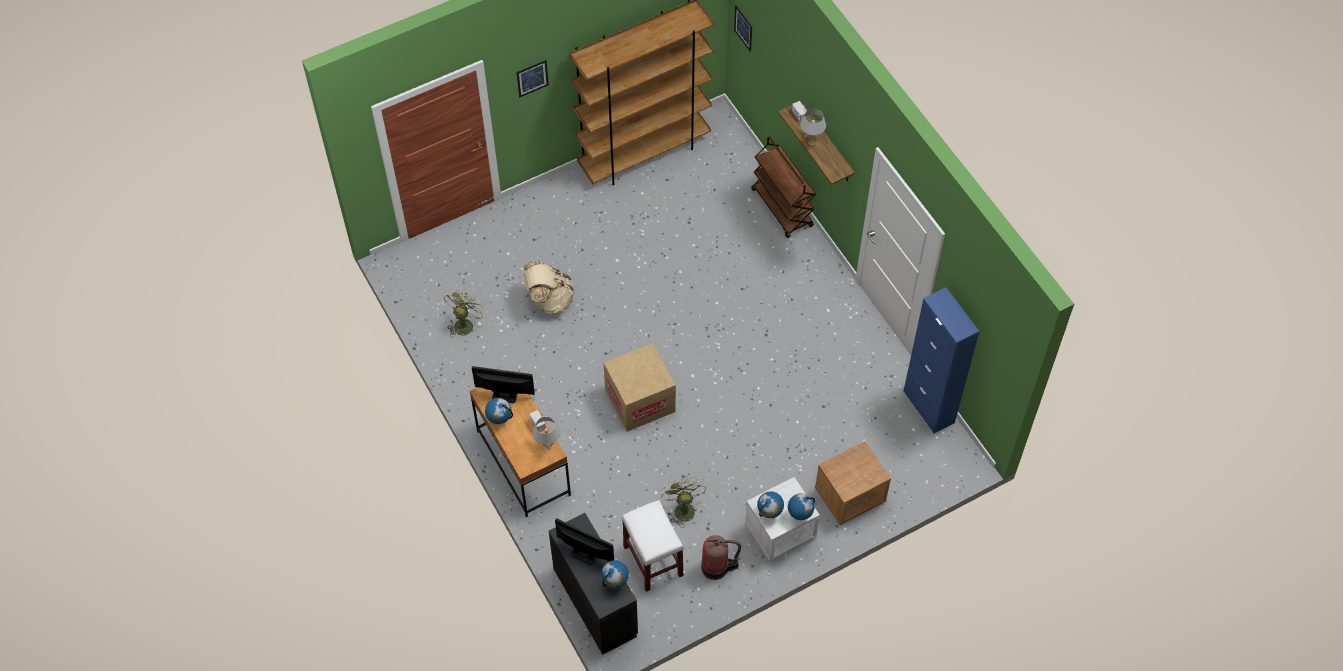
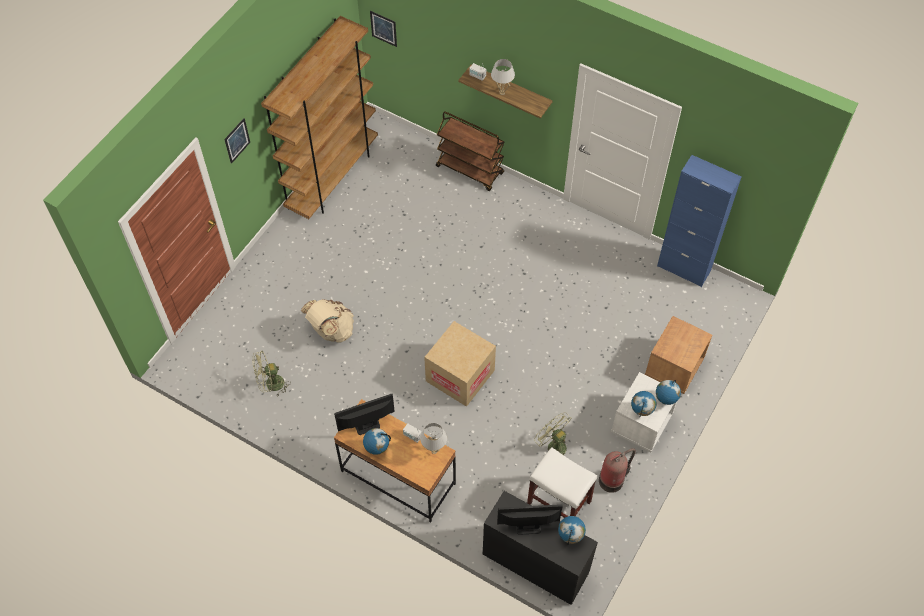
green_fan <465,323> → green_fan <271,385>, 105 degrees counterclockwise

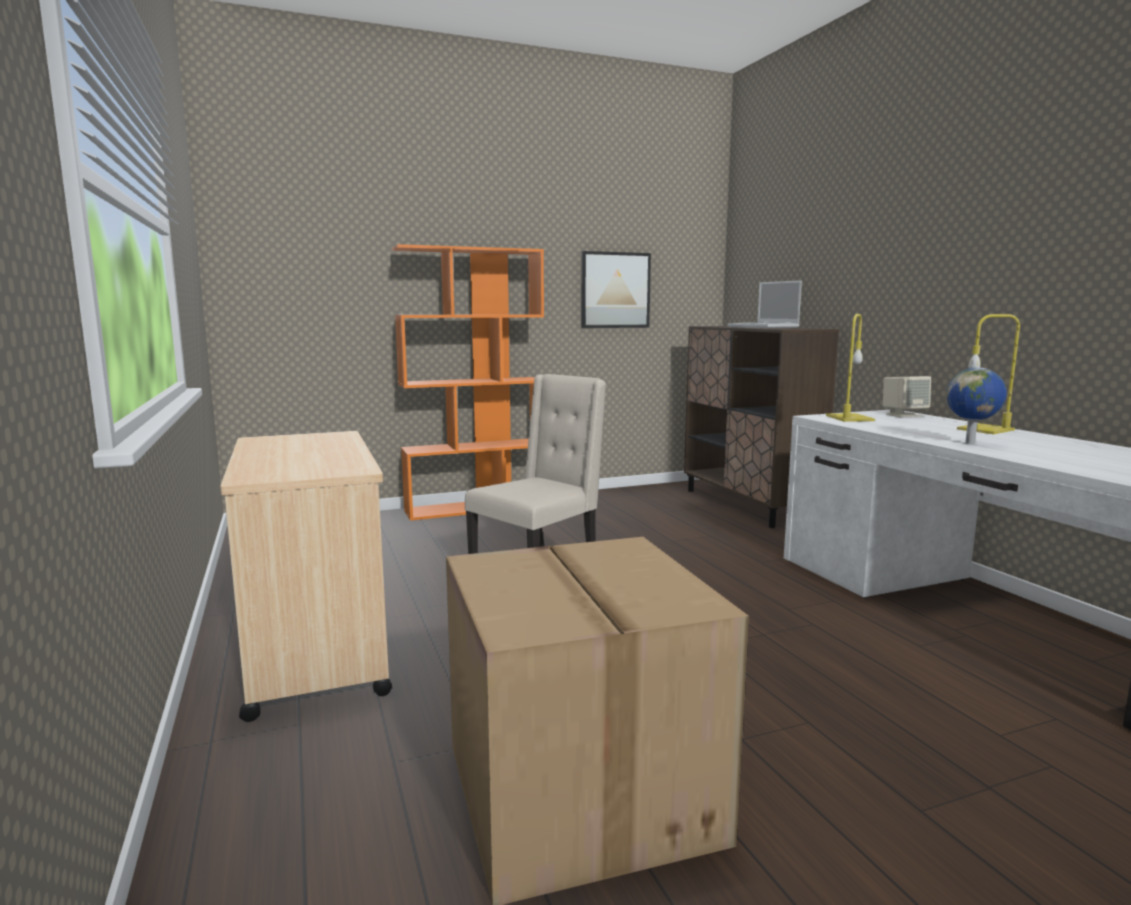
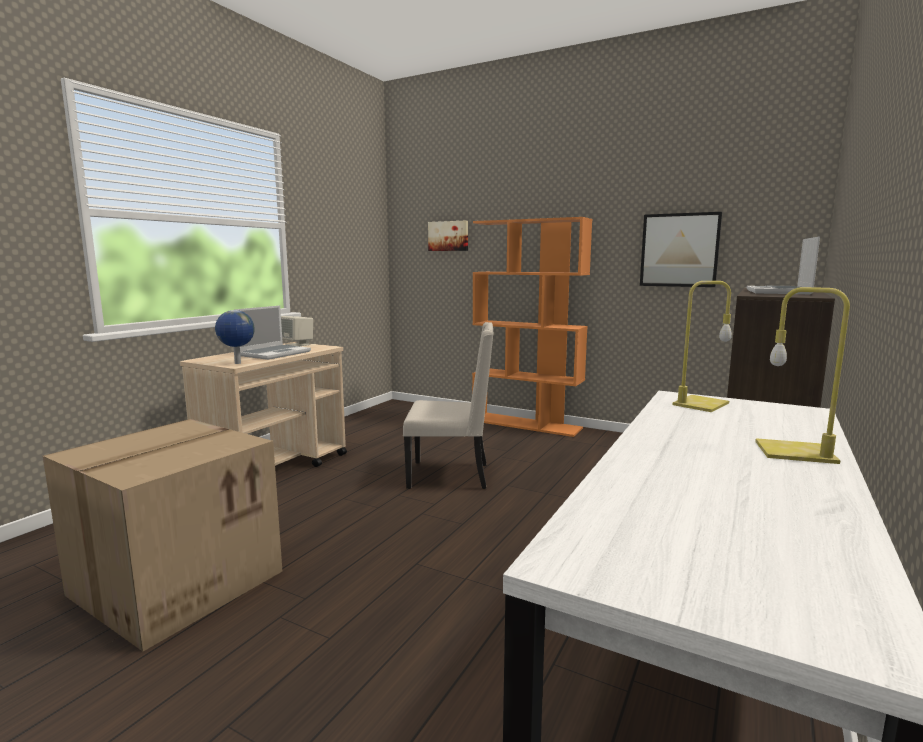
globe <971,444> → globe <237,363>, moved
beige_speaker <904,415> → beige_speaker <298,345>, moved
- → picture <448,236>
- → laptop <274,353>

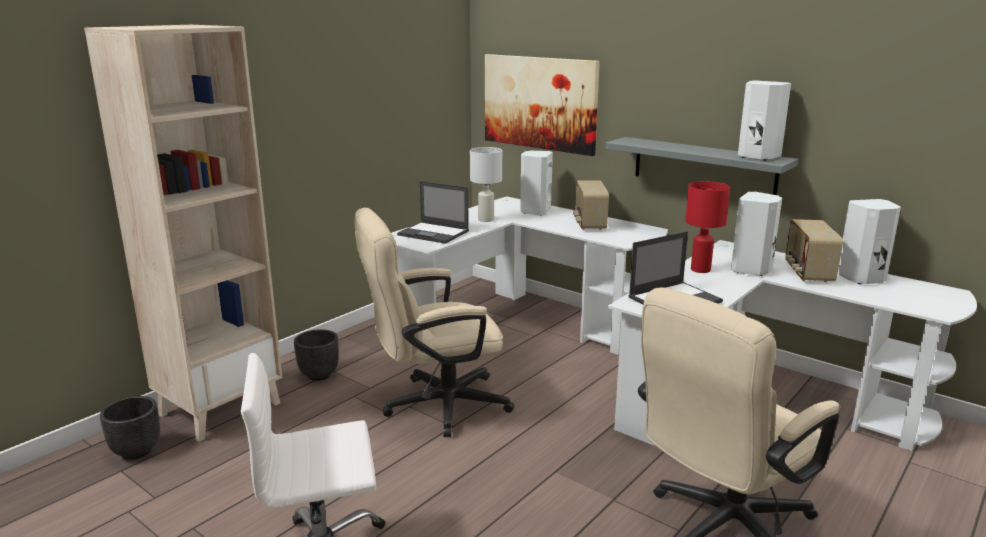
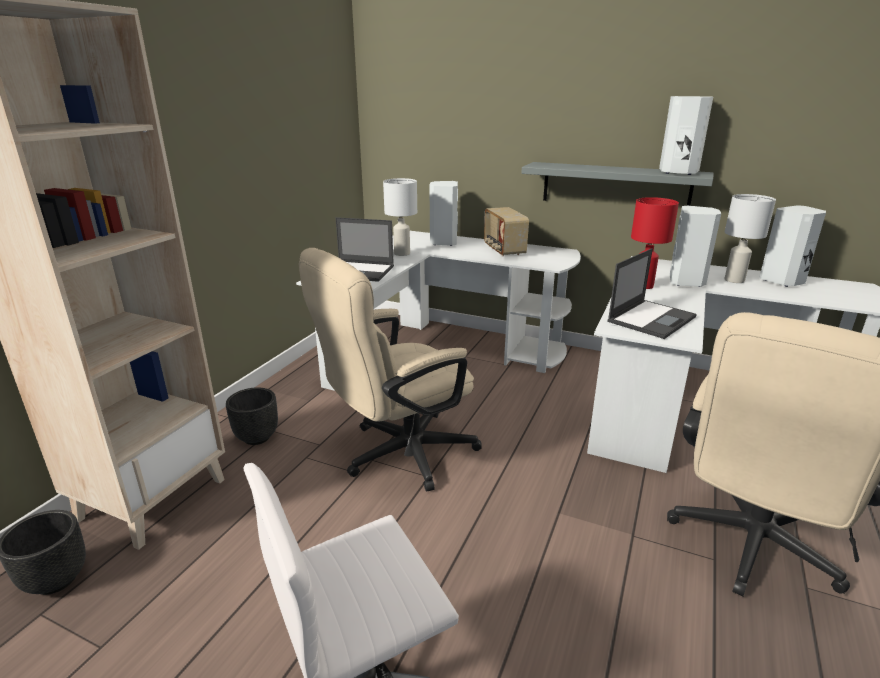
picture <539,103> → -
radio <807,273> → white_table_lamp <735,280>

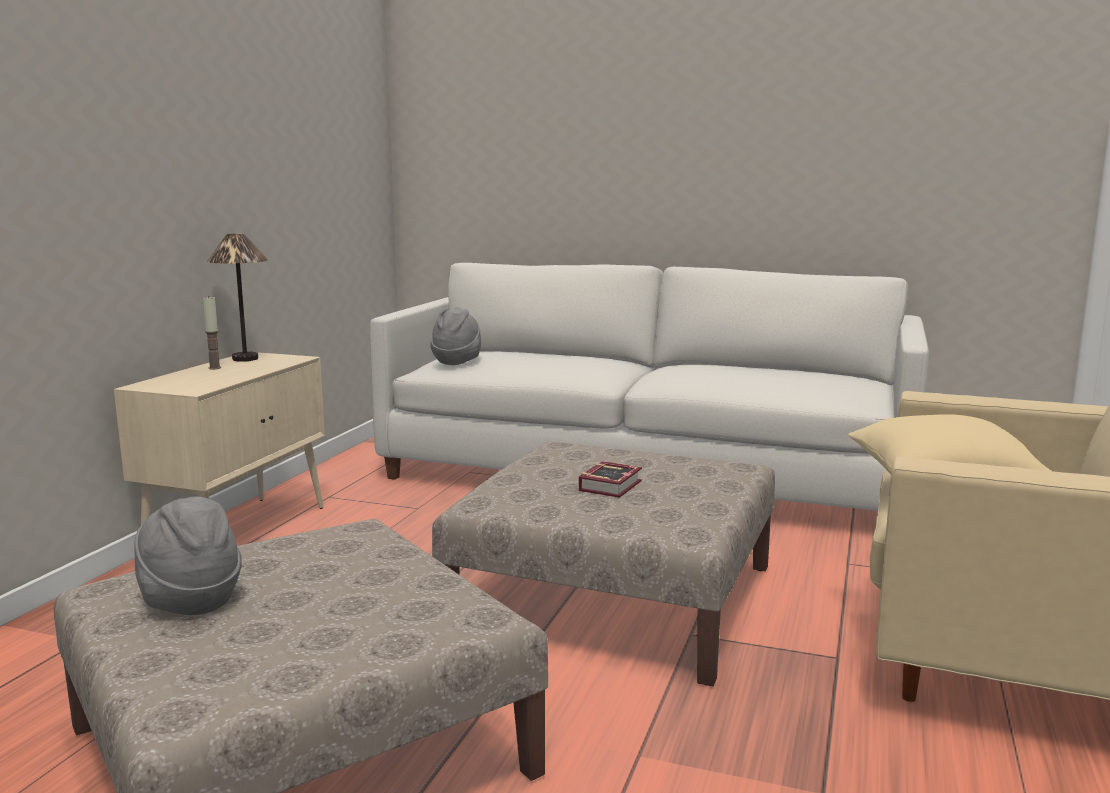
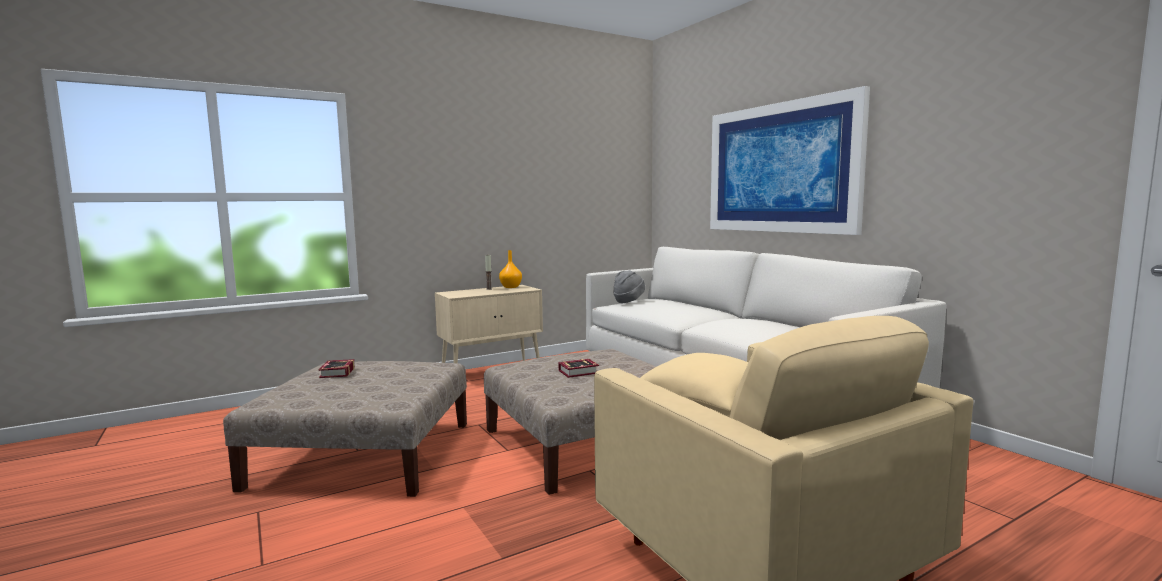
table_lamp <246,359> → orange_vase <511,287>
grey_hat <189,600> → book <336,373>
- → picture <780,168>

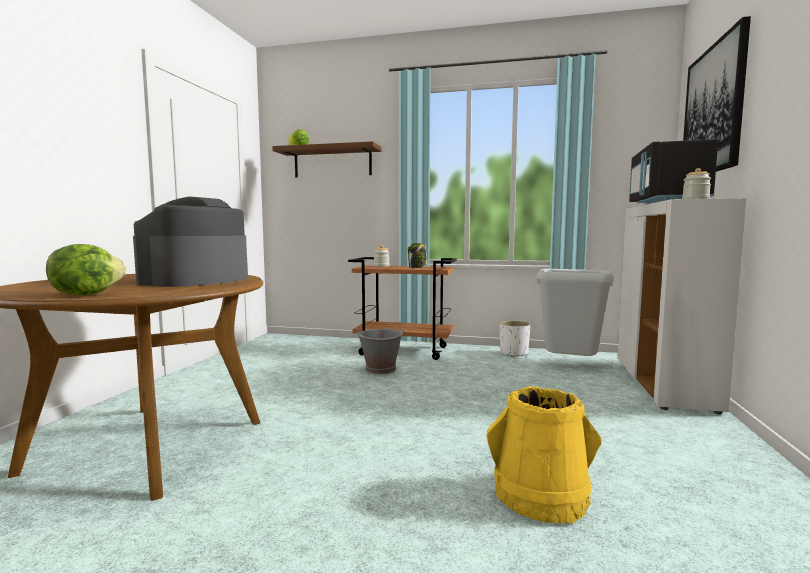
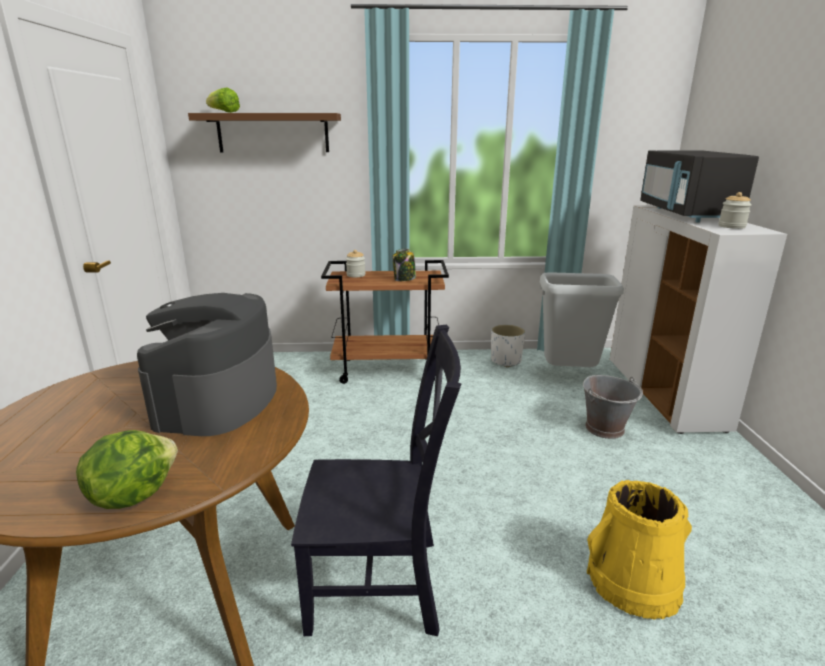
picture <713,110> → -
grey_bucket <381,369> → grey_bucket <605,428>, moved
- → black_chair <381,585>

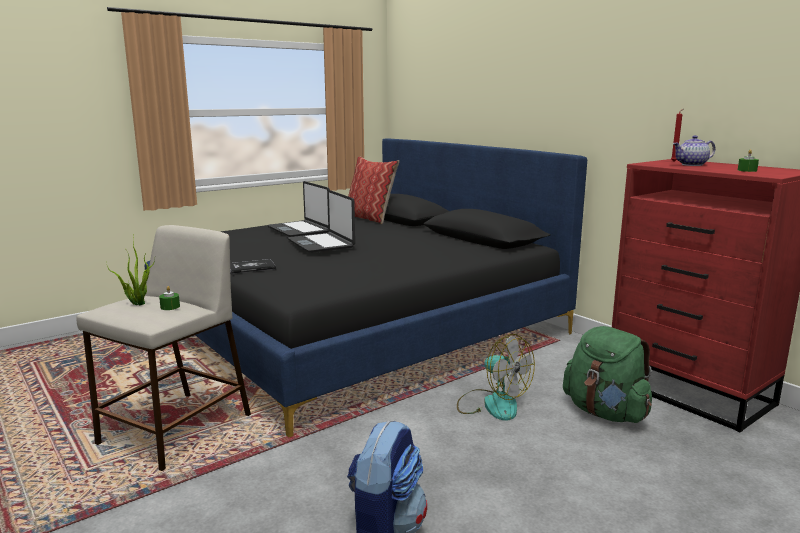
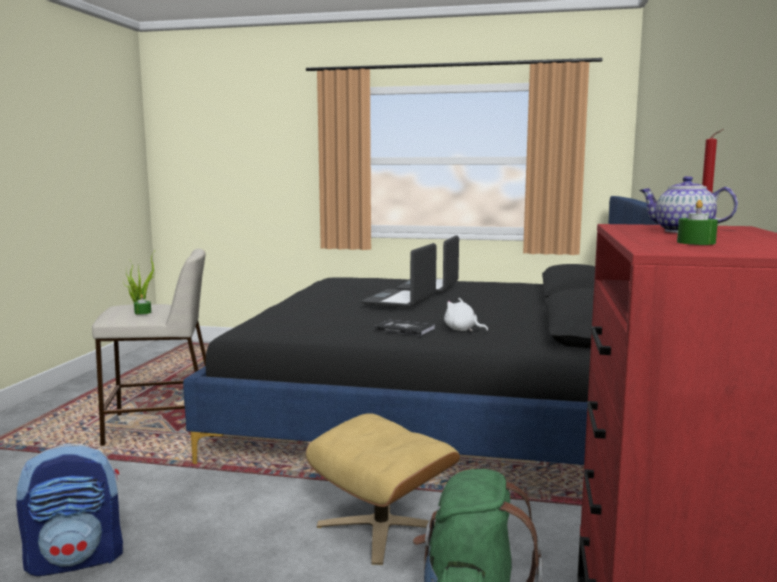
pillow <370,218> → -
book <251,267> → book <404,329>, moved
fan <492,404> → beige_ottoman <382,526>
- → white_plush_toy <462,330>

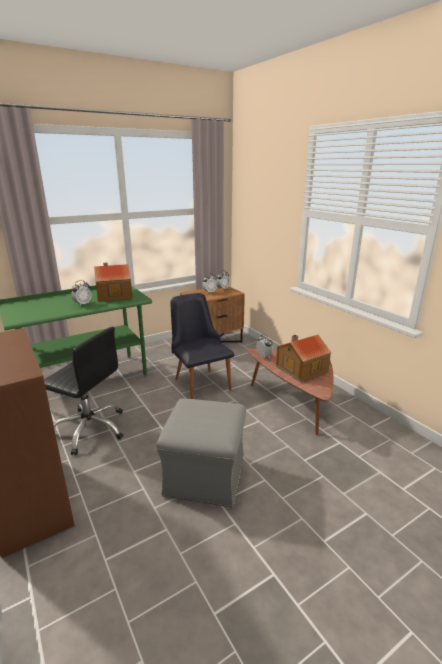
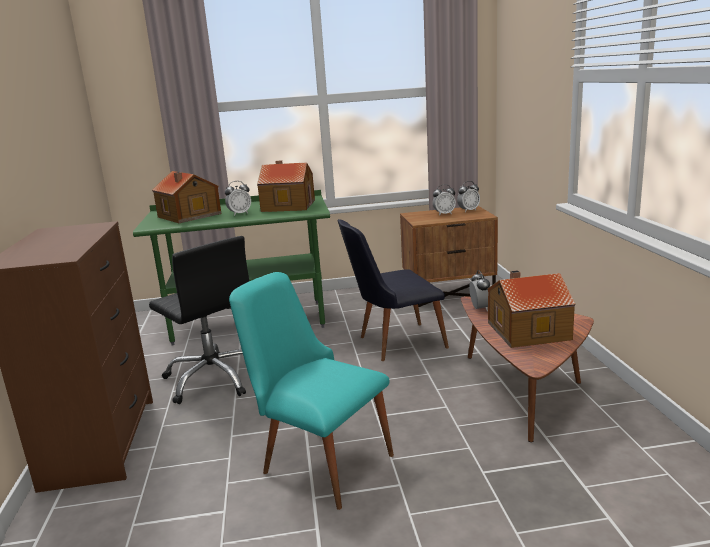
black_chair <200,381> → black_chair <393,343>, 105 degrees counterclockwise
grey_ottoman <205,475> → turquoise_chair <318,459>
- → toy_house <188,216>

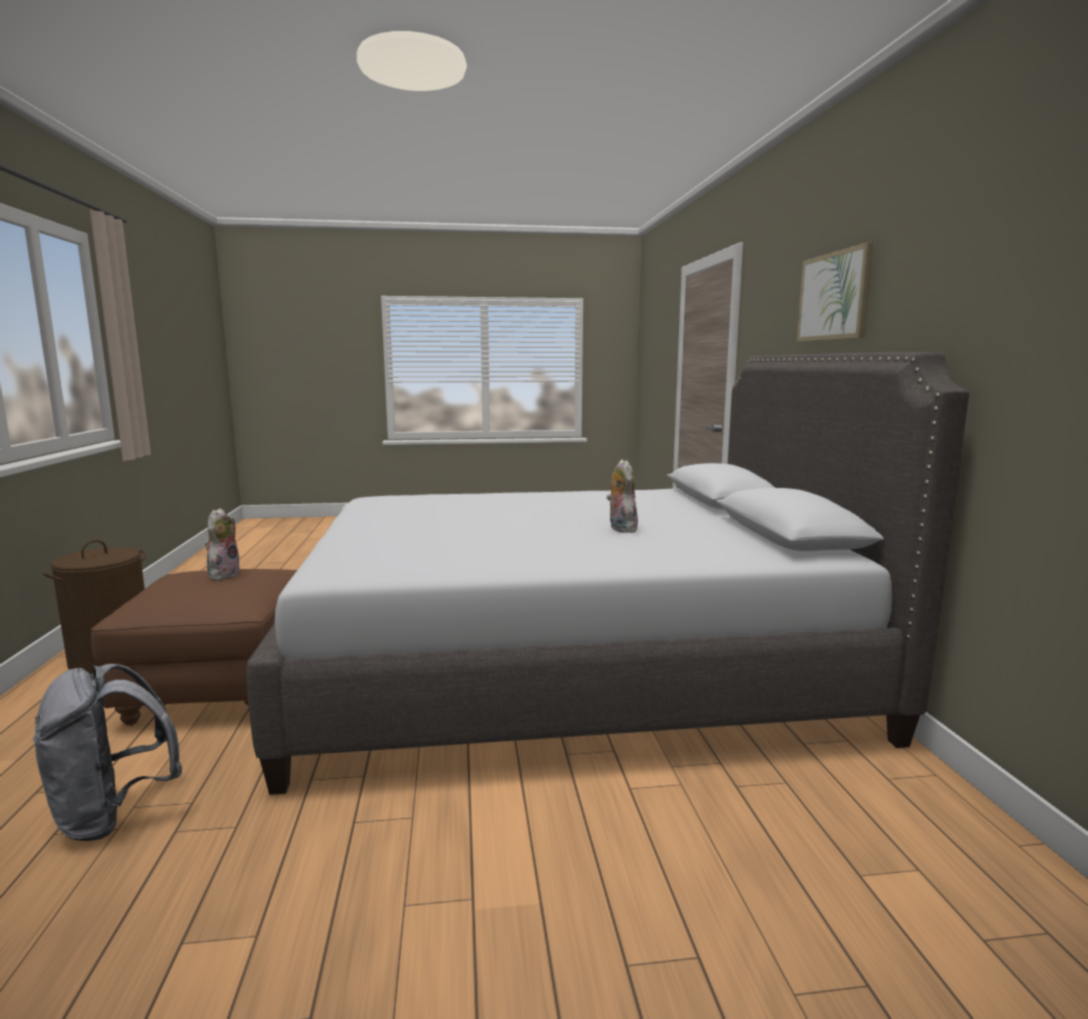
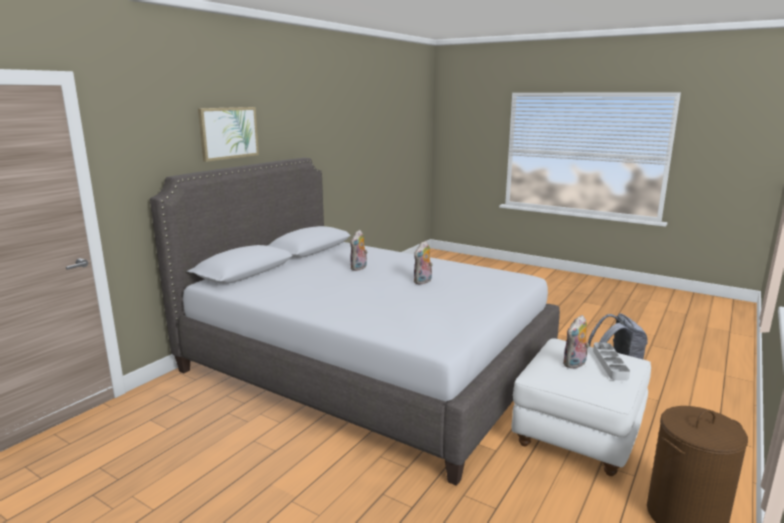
brown_ottoman <219,689> → white_ottoman <577,434>
- → plush_toy <423,282>
- → grey_tray <610,364>

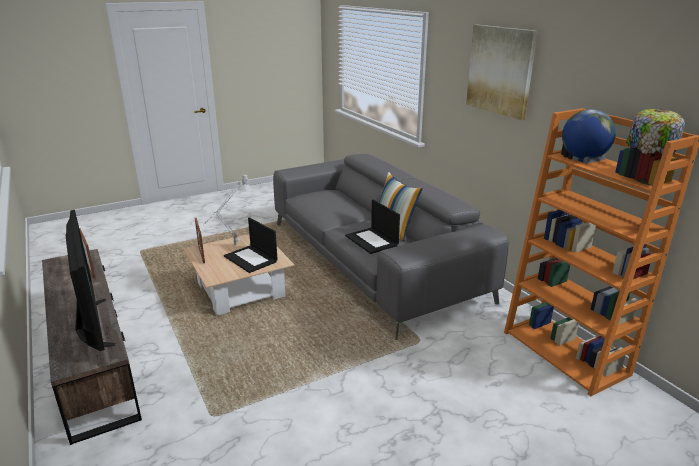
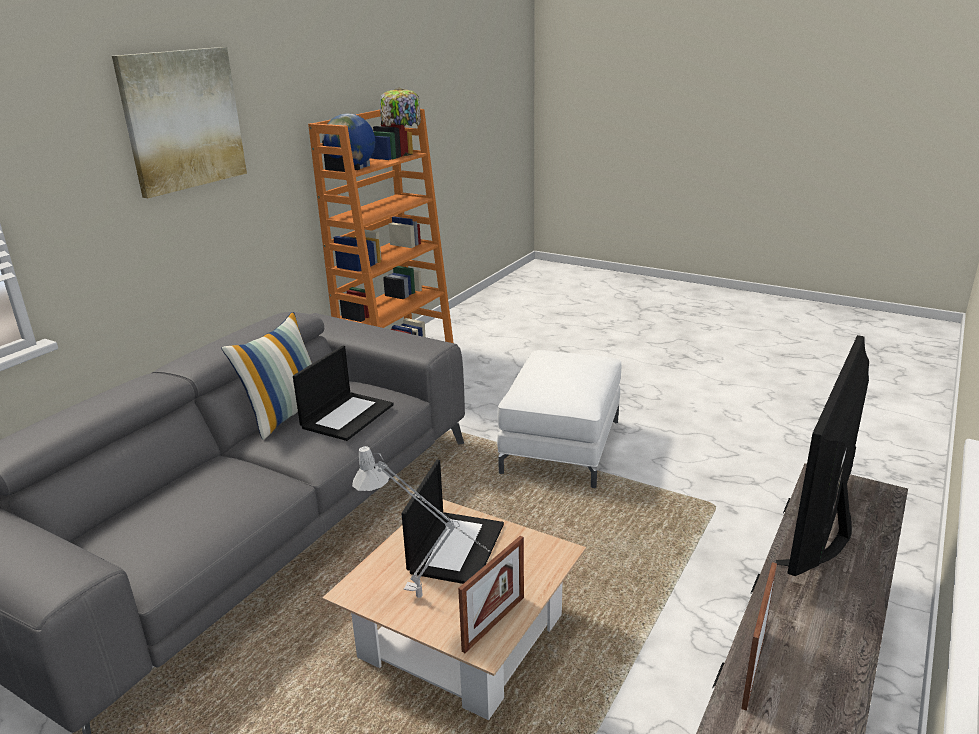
- → white_ottoman <561,446>

